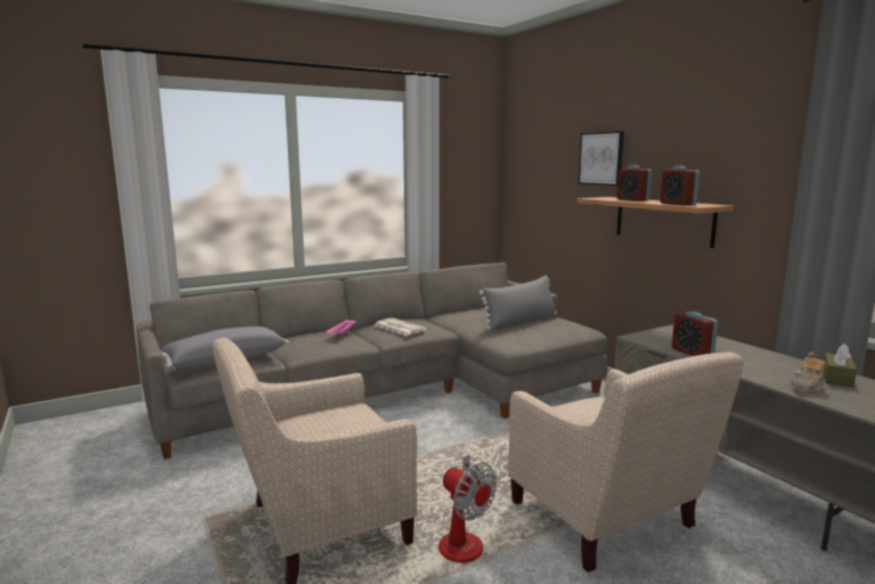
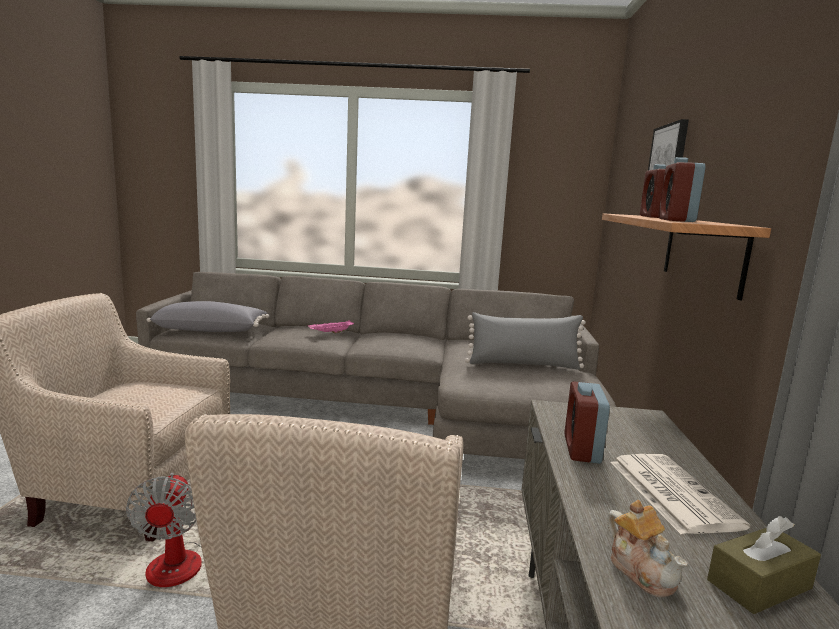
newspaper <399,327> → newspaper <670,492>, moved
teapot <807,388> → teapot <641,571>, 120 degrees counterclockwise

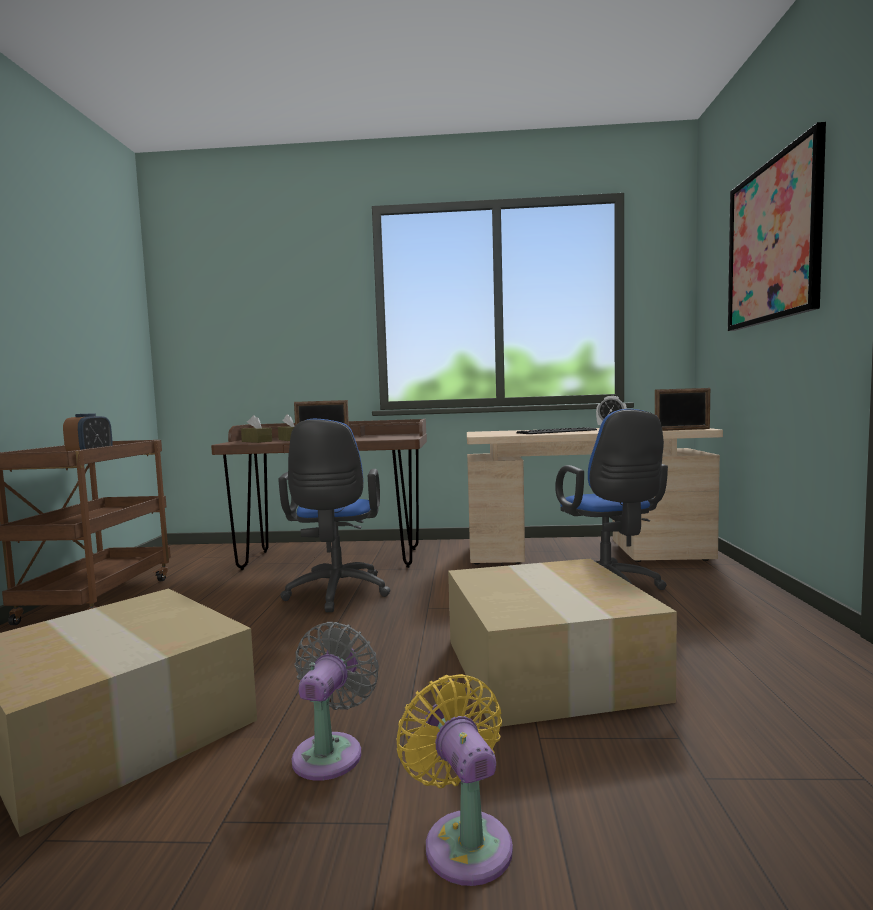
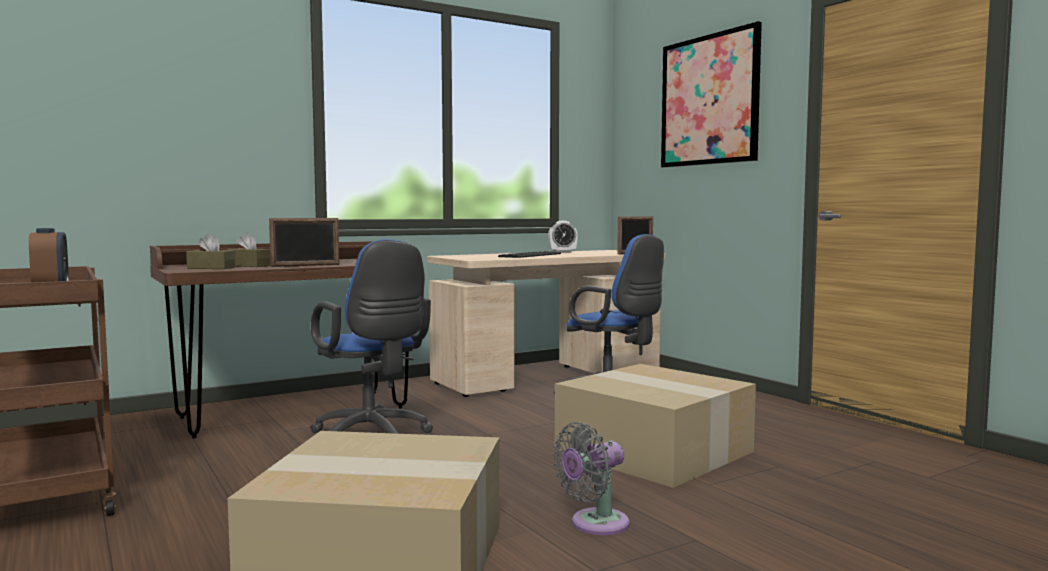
grey_fan <331,751> → grey_fan <594,524>, 105 degrees counterclockwise
yellow_fan <464,839> → -

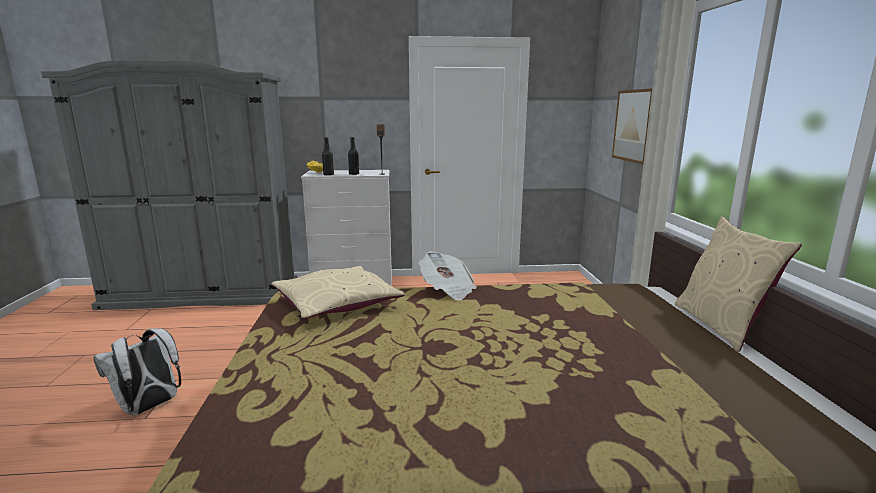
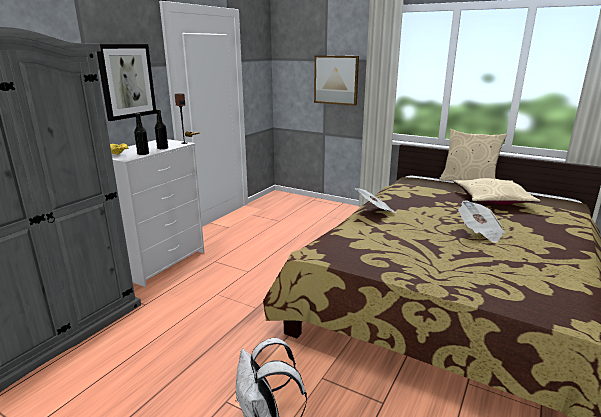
beige_pillow <336,303> → beige_pillow <492,199>, moved
- → picture <127,81>
- → newspaper <480,232>

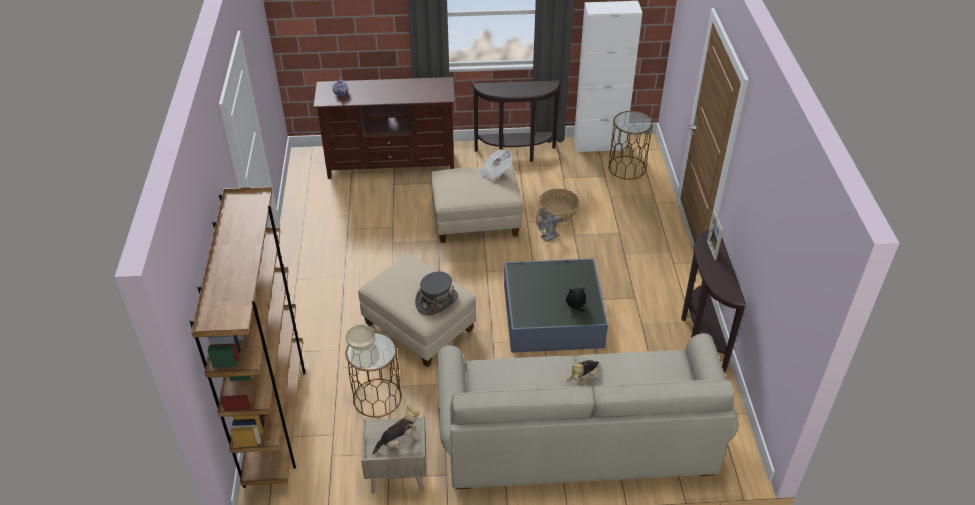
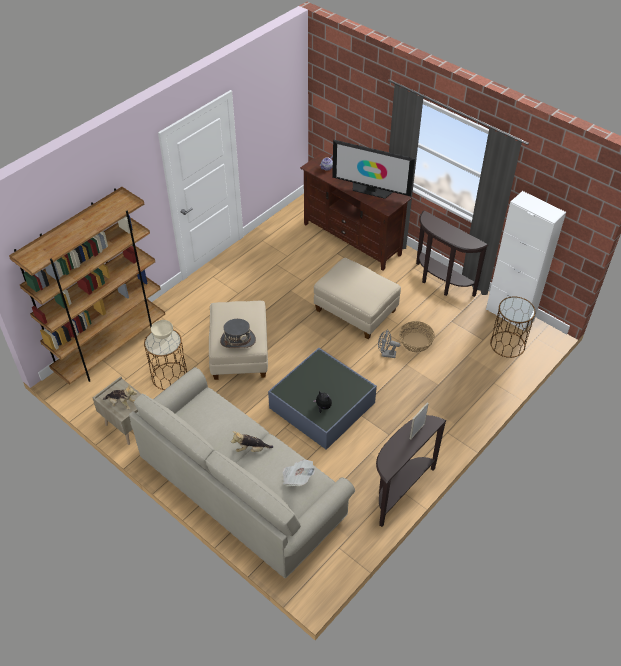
newspaper <495,172> → newspaper <297,477>, moved
- → television <371,190>

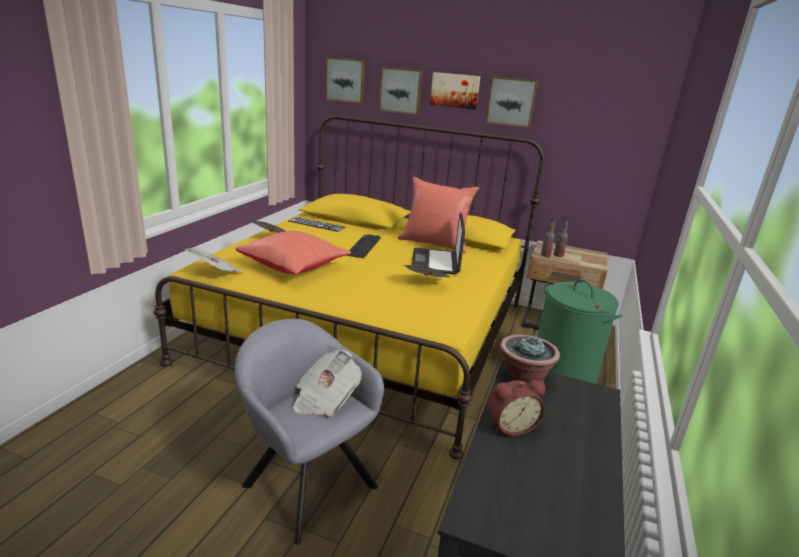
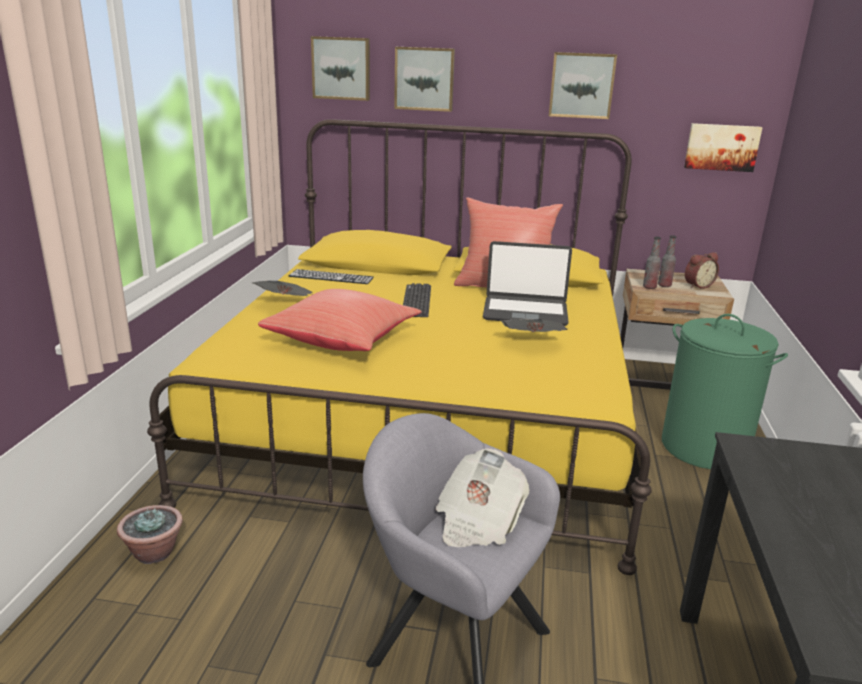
picture <455,90> → picture <721,147>, moved
laptop <436,262> → laptop <525,312>, 75 degrees counterclockwise
newspaper <216,273> → -
potted_plant <523,378> → potted_plant <154,553>, moved
alarm_clock <510,426> → alarm_clock <697,285>, moved

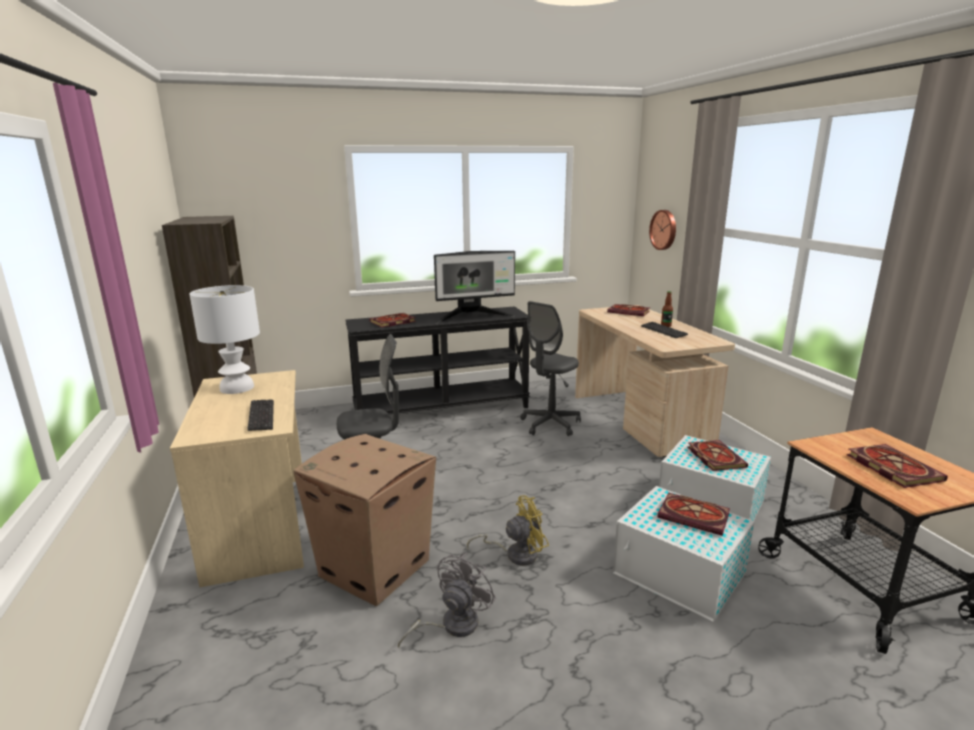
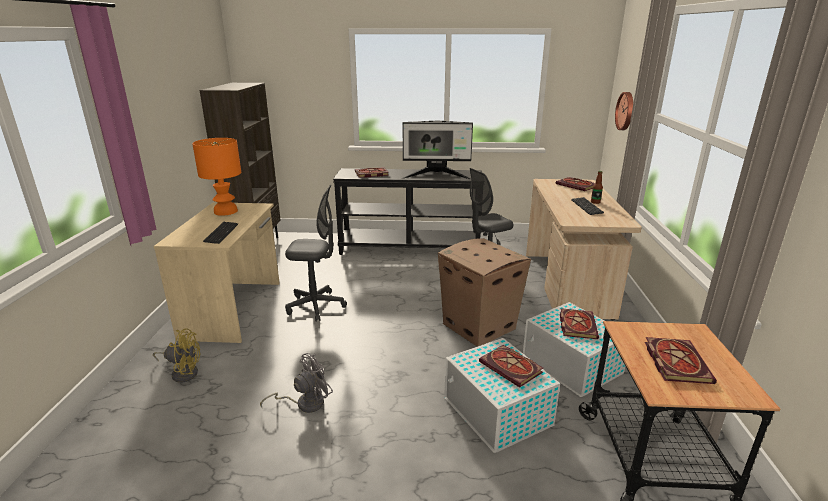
white_table_lamp <238,388> → orange_table_lamp <226,211>
cardboard_box <375,568> → cardboard_box <479,326>, moved
yellow_fan <515,554> → yellow_fan <183,372>, moved

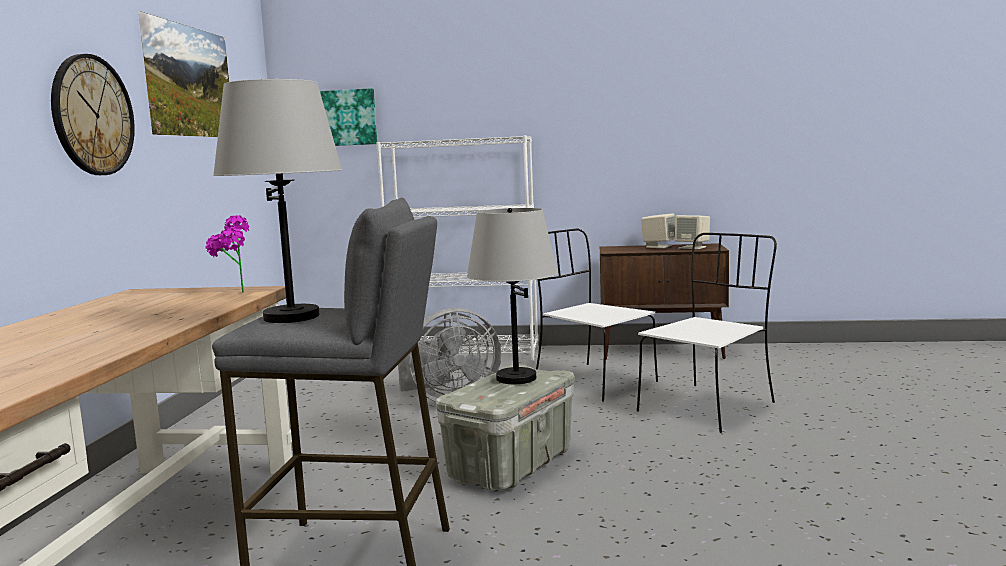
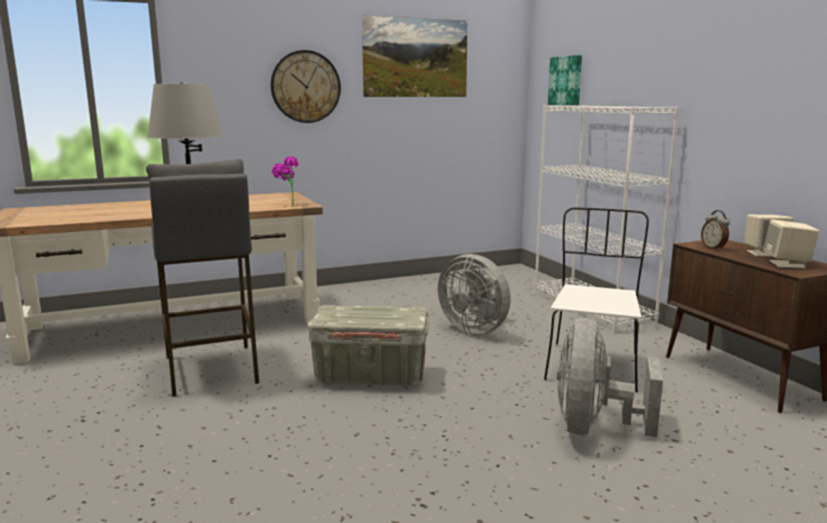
grey_table_lamp <515,378> → -
white_chair <708,406> → grey_fan <594,428>
- → alarm_clock <713,248>

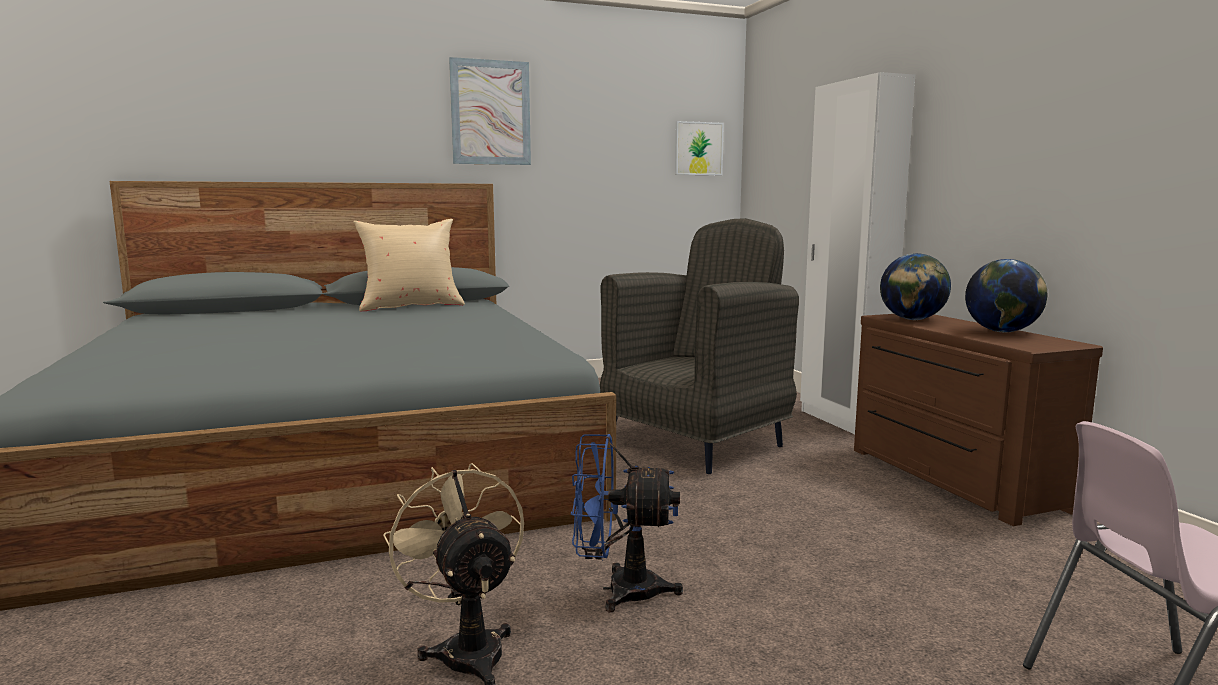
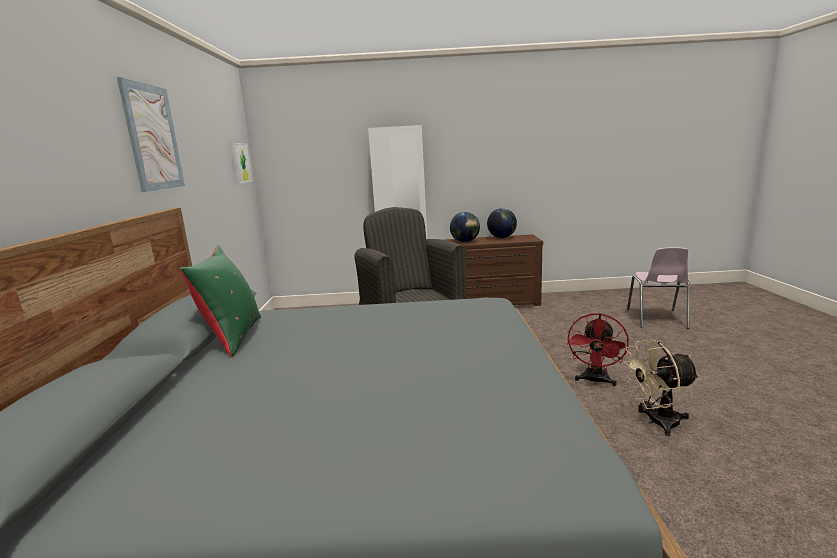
beige_pillow <411,306> → green_pillow <233,336>
blue_fan <619,590> → red_fan <595,381>

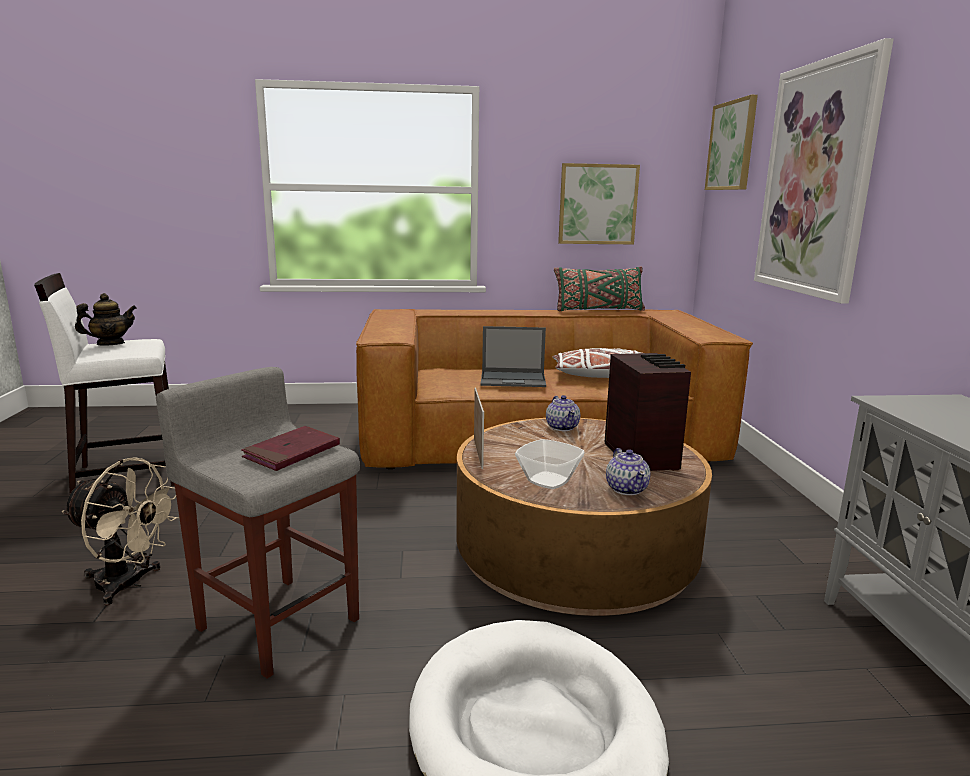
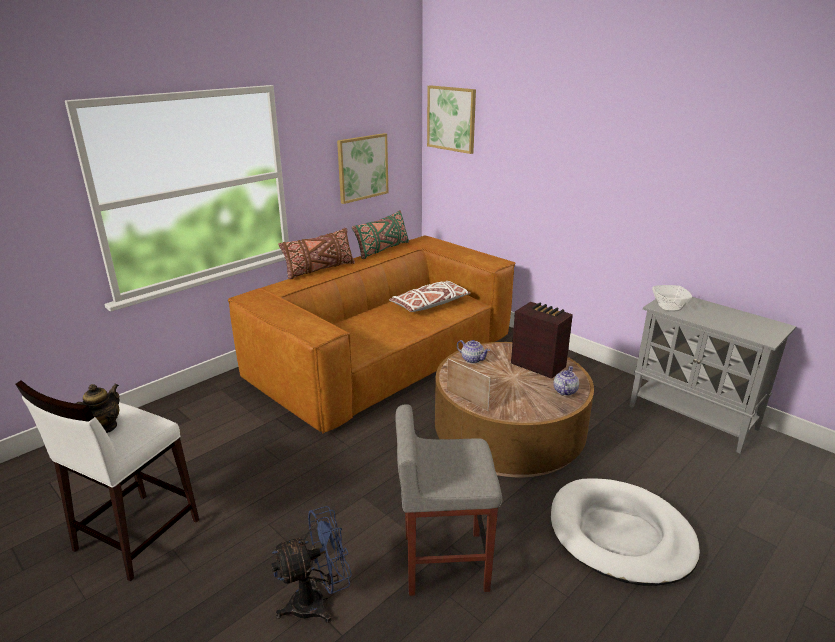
picture <816,180> → -
laptop <514,379> → -
red_book <292,452> → -
bowl <548,481> → bowl <669,307>, moved
teapot <627,489> → teapot <564,391>, 105 degrees counterclockwise
beige_fan <129,584> → blue_fan <317,602>
- → brown_pillow <319,270>

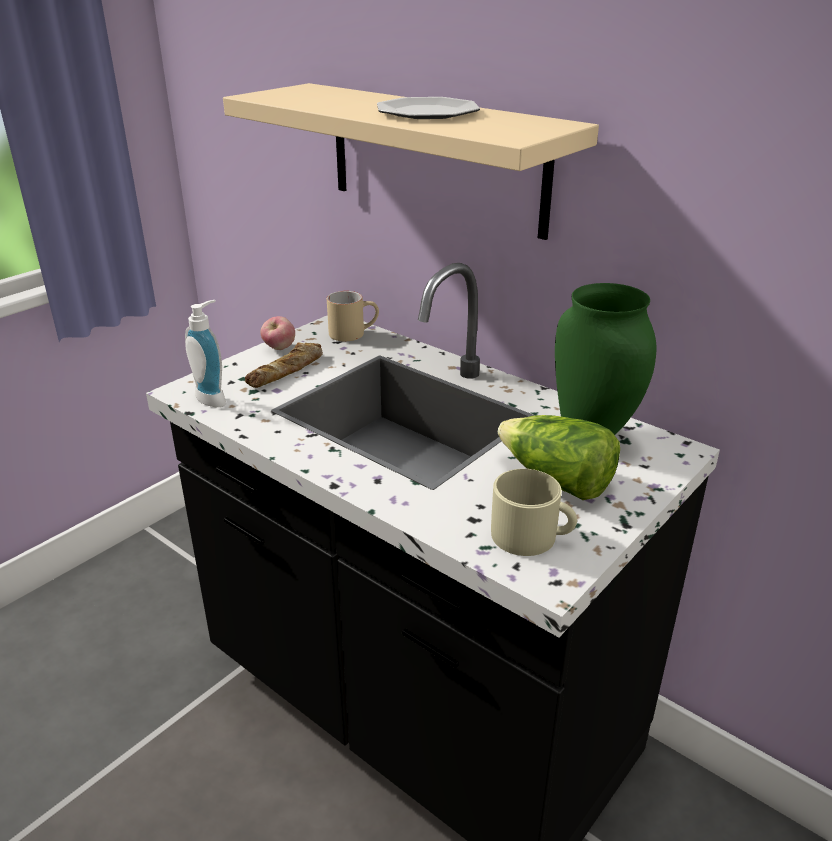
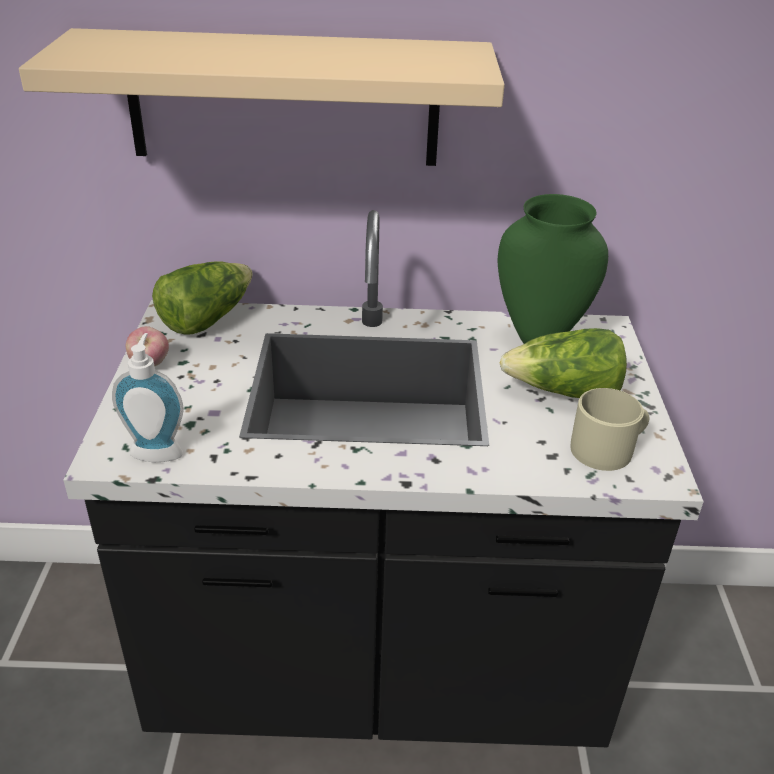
plate <427,113> → -
beige_mug <353,333> → lettuce <206,318>
bread <287,371> → -

